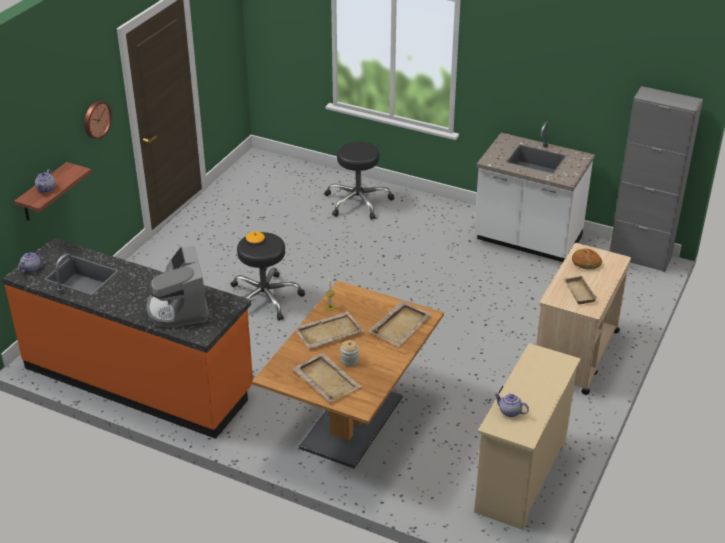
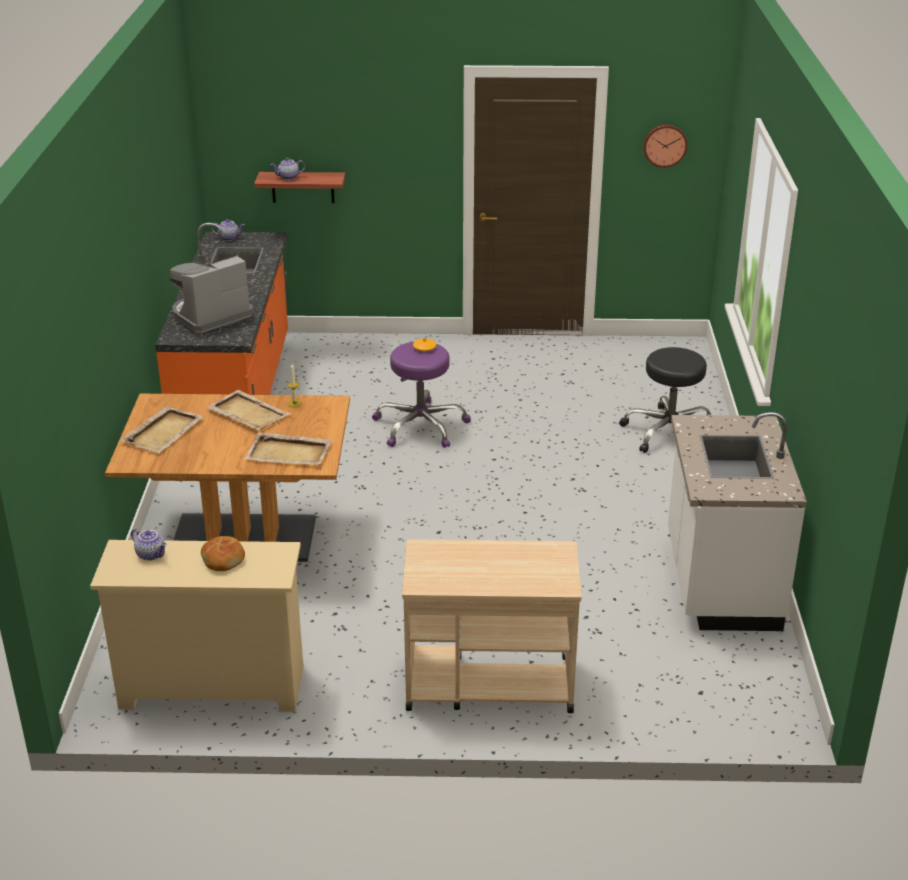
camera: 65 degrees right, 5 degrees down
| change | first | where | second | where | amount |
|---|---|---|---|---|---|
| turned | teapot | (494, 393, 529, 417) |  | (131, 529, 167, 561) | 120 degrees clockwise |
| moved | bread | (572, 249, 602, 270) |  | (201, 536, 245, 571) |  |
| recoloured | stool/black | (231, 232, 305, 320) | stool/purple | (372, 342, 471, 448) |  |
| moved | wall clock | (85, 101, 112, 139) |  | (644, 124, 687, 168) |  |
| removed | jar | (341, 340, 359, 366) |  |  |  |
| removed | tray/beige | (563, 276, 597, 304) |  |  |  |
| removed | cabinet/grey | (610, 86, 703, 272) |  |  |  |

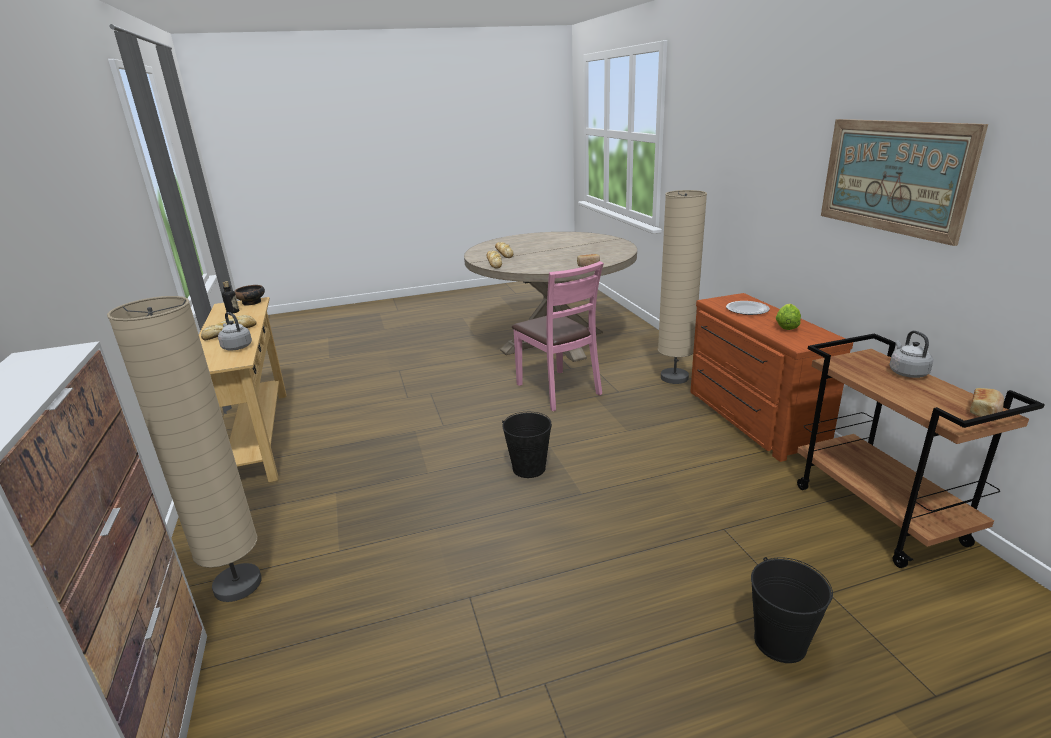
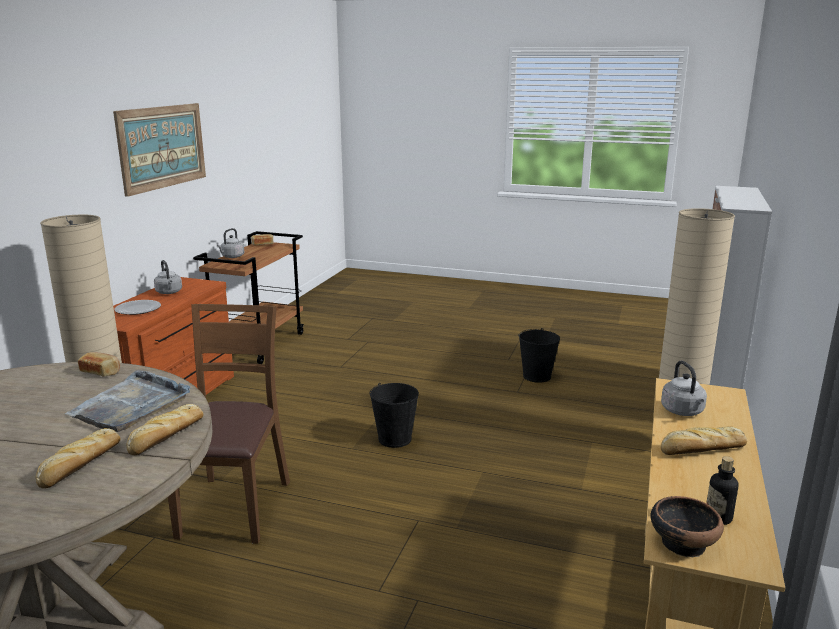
camera: 145 degrees left, 5 degrees down
| change | first | where | second | where | amount |
|---|---|---|---|---|---|
| added |  |  | tray/grey | (65, 370, 190, 432) |  |
| replaced | lettuce | (776, 304, 801, 330) | kettle/grey | (154, 260, 182, 294) |  |
| recoloured | chair/pink | (512, 261, 604, 411) | chair/brown | (168, 304, 290, 544) |  |
| moved | bucket/black | (751, 557, 833, 663) |  | (519, 328, 560, 383) |  |

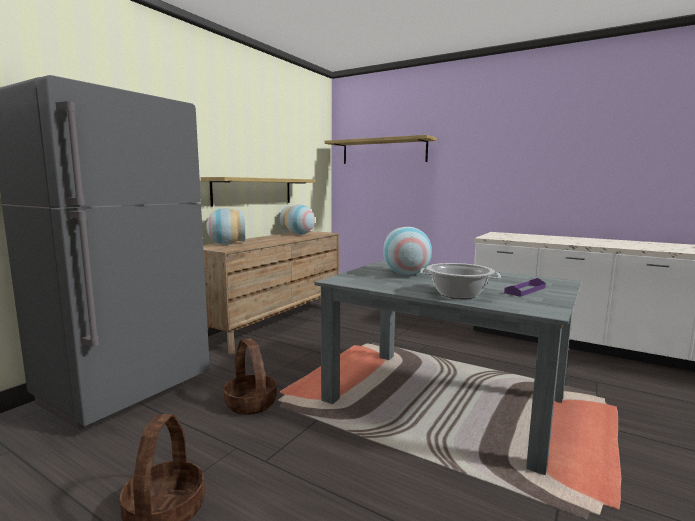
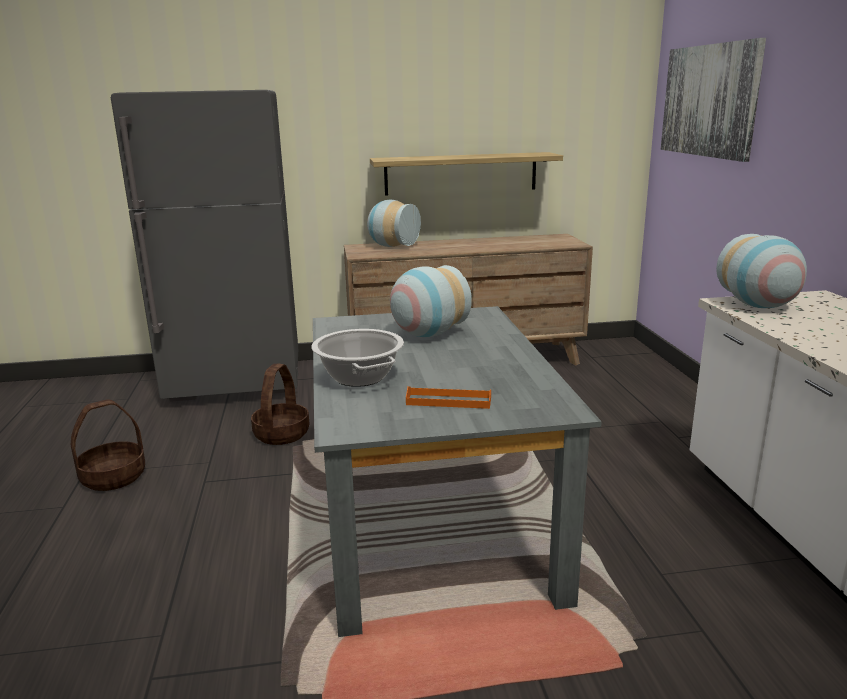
camera: 50 degrees right, 10 degrees up
| change | first | where | second | where | amount |
|---|---|---|---|---|---|
| recoloured | tray/purple | (504, 278, 546, 297) | tray/orange | (406, 386, 491, 409) |  |
| replaced | shelf | (324, 135, 437, 164) | picture | (661, 38, 766, 162) |  |
| moved | vase | (280, 205, 315, 235) |  | (716, 234, 807, 308) |  |

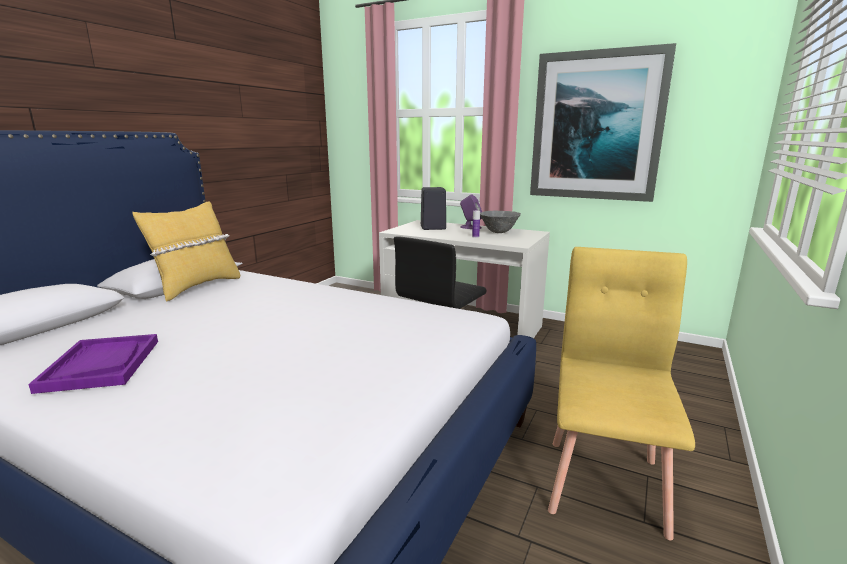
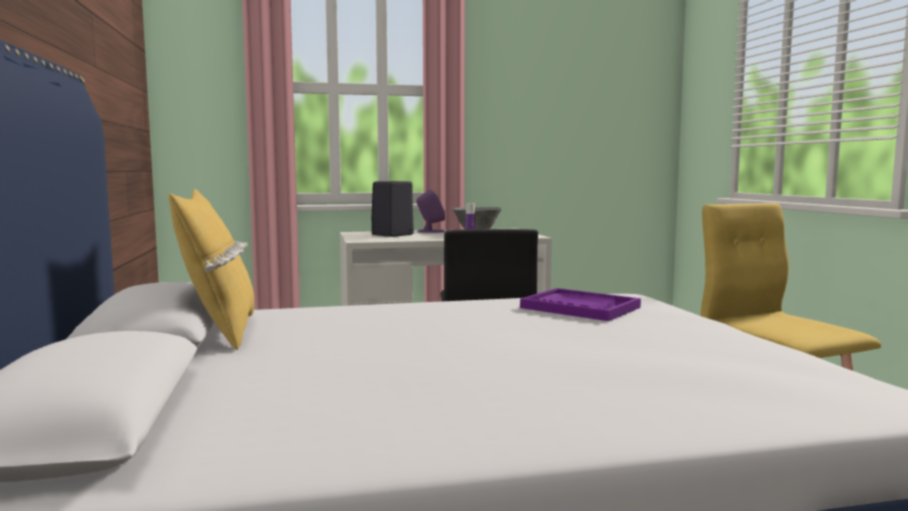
camera: 40 degrees left, 10 degrees down
| change | first | where | second | where | amount |
|---|---|---|---|---|---|
| moved | tray/purple | (28, 334, 158, 394) |  | (520, 288, 641, 321) |  |
| removed | picture | (530, 43, 676, 202) |  |  |  |

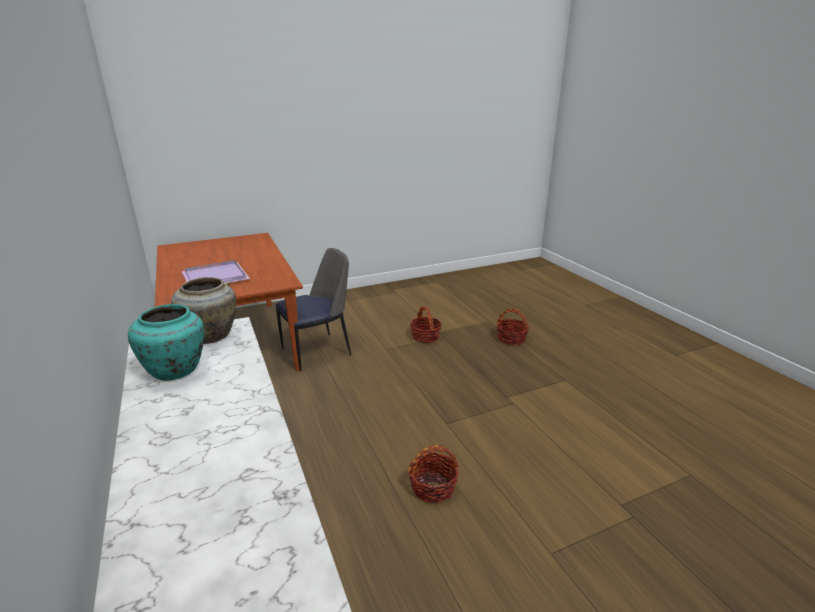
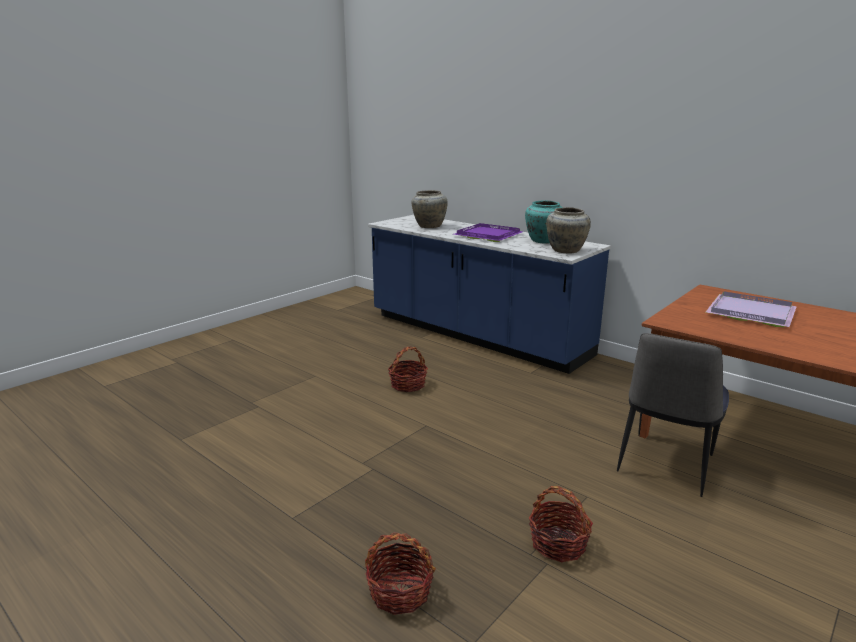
camera: 155 degrees right, 5 degrees down
| change | first | where | second | where | amount |
|---|---|---|---|---|---|
| added |  |  | vase/beige | (412, 190, 448, 228) |  |
| added |  |  | tray/purple | (454, 223, 524, 242) |  |

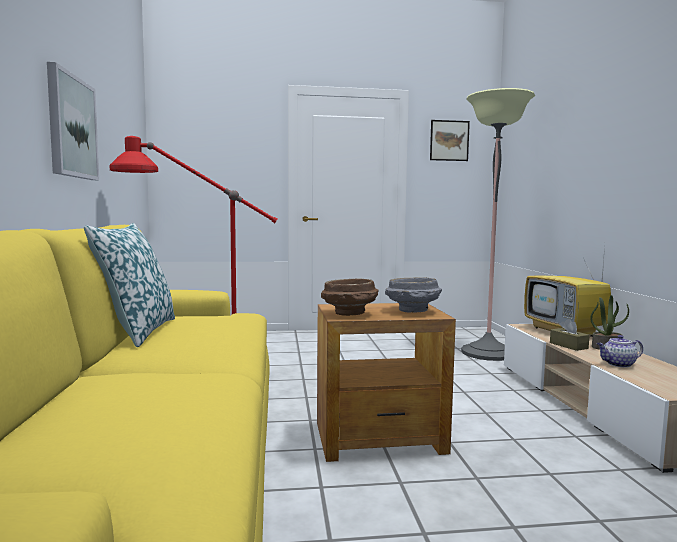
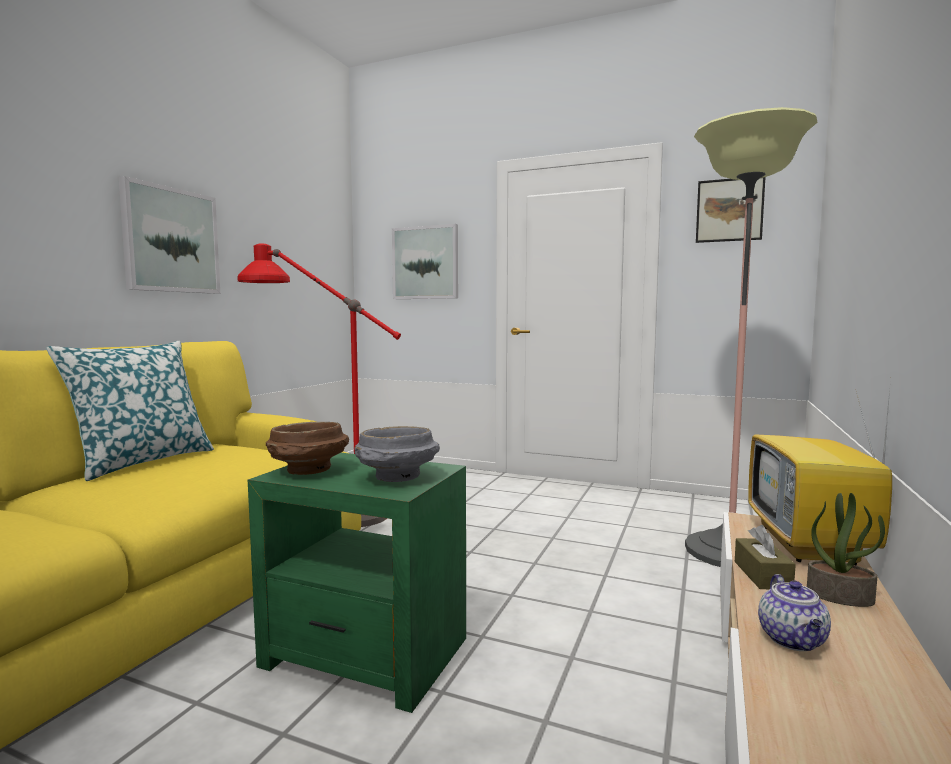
camera: 30 degrees right, 0 degrees up
| change | first | where | second | where | amount |
|---|---|---|---|---|---|
| recoloured | side table/brown | (317, 303, 456, 462) | side table/green | (248, 453, 466, 713) |  |
| added |  |  | picture | (392, 224, 458, 299) |  |
| turned | teapot | (597, 335, 643, 368) |  | (758, 574, 831, 651) | 105 degrees counterclockwise |

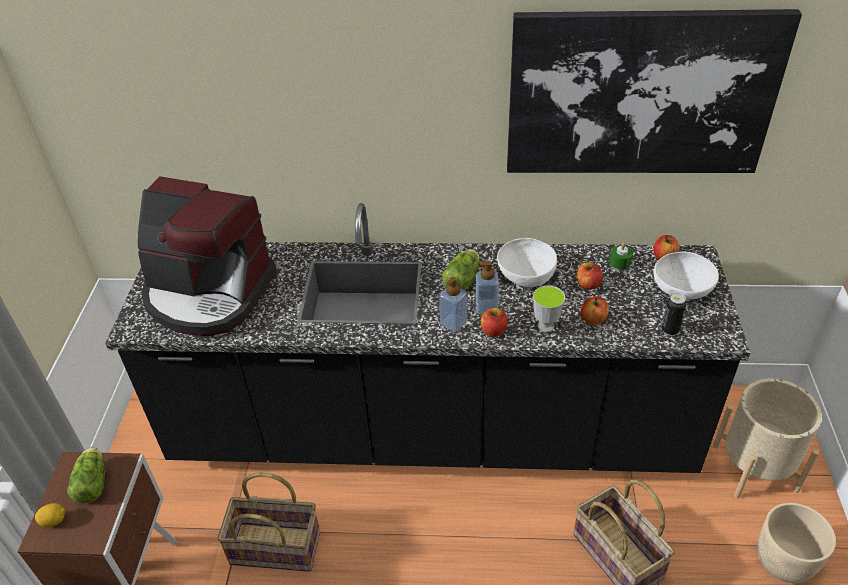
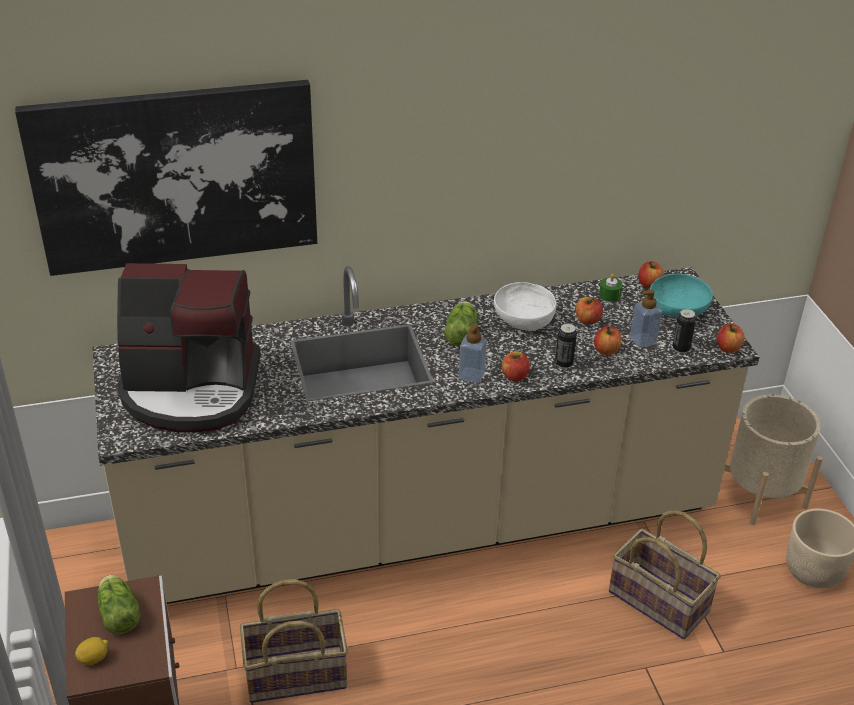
camera: 20 degrees left, 5 degrees down
| change | first | where | second | where | amount |
|---|---|---|---|---|---|
| moved | picture | (507, 9, 802, 173) |  | (15, 80, 317, 276) |  |
| recoloured | counter/black | (105, 203, 751, 473) | counter/beige | (92, 266, 759, 604) |  |
| replaced | cup | (533, 286, 565, 332) | can | (555, 323, 577, 369) |  |
| moved | soap dispenser | (476, 261, 499, 314) |  | (630, 289, 662, 348) |  |
| recoloured | bowl/white | (654, 252, 719, 299) | bowl/turquoise | (650, 274, 713, 318) |  |
| added |  |  | apple | (717, 324, 745, 353) |  |

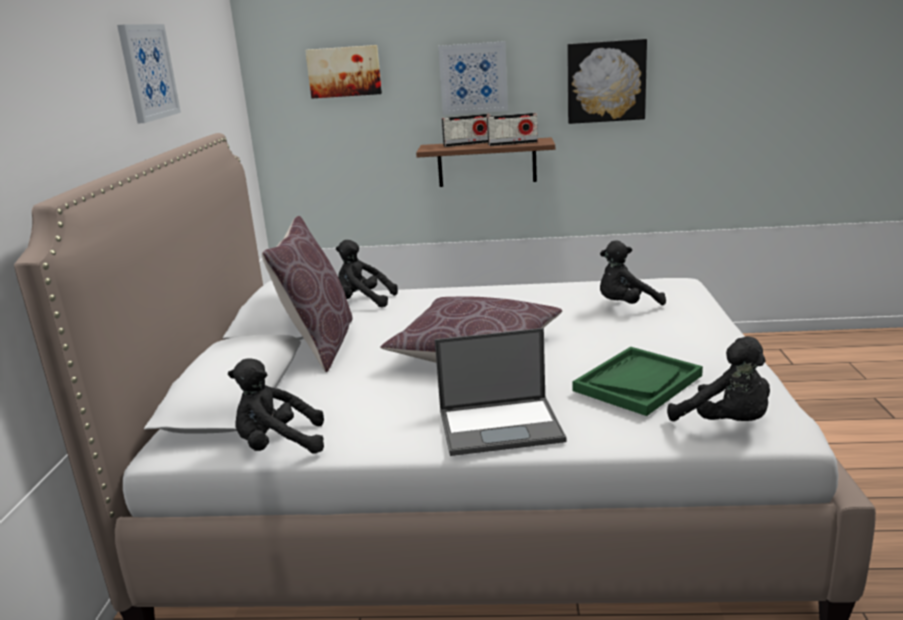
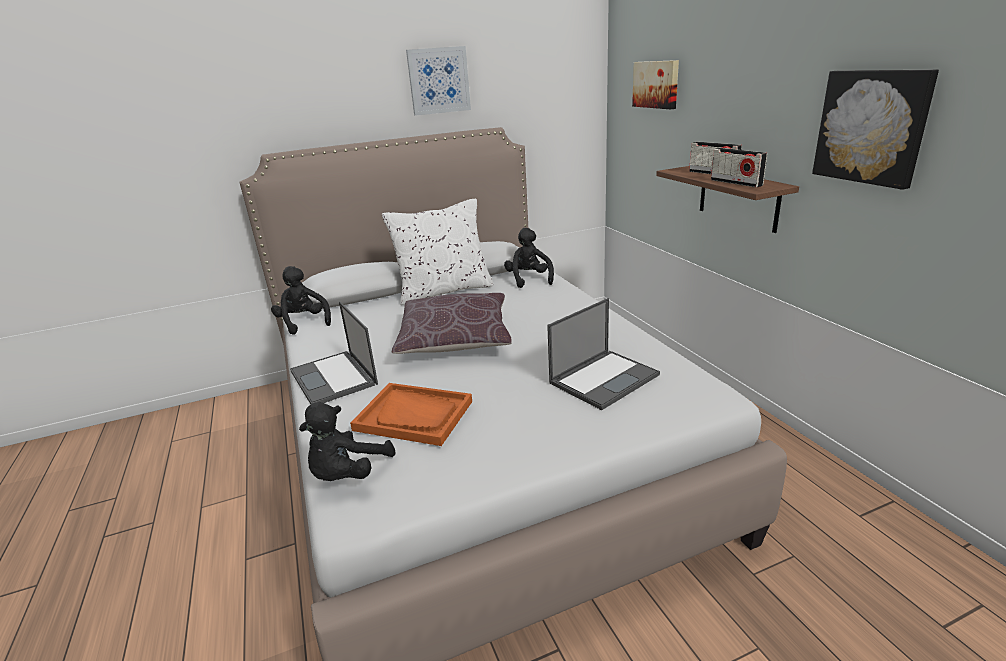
camera: 65 degrees right, 5 degrees up
| change | first | where | second | where | amount |
|---|---|---|---|---|---|
| recoloured | tray/green | (573, 347, 703, 416) | tray/orange | (350, 383, 472, 446) |  |
| recoloured | pillow/brown | (262, 216, 353, 372) | pillow/white | (382, 199, 494, 305) |  |
| replaced | plush toy/black | (600, 240, 666, 305) | laptop | (547, 298, 660, 410) |  |
| removed | picture | (438, 41, 508, 115) |  |  |  |

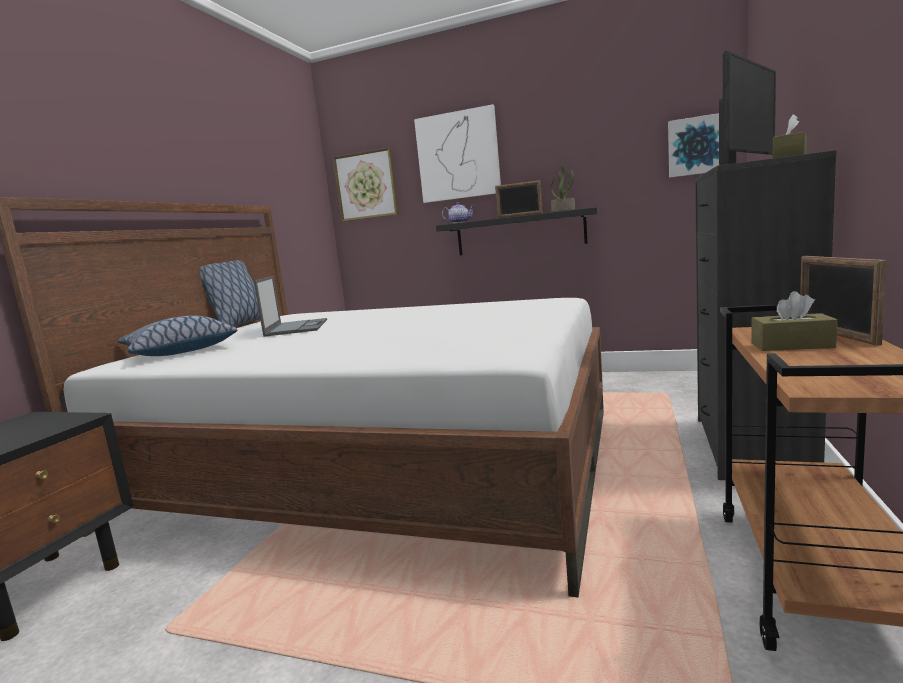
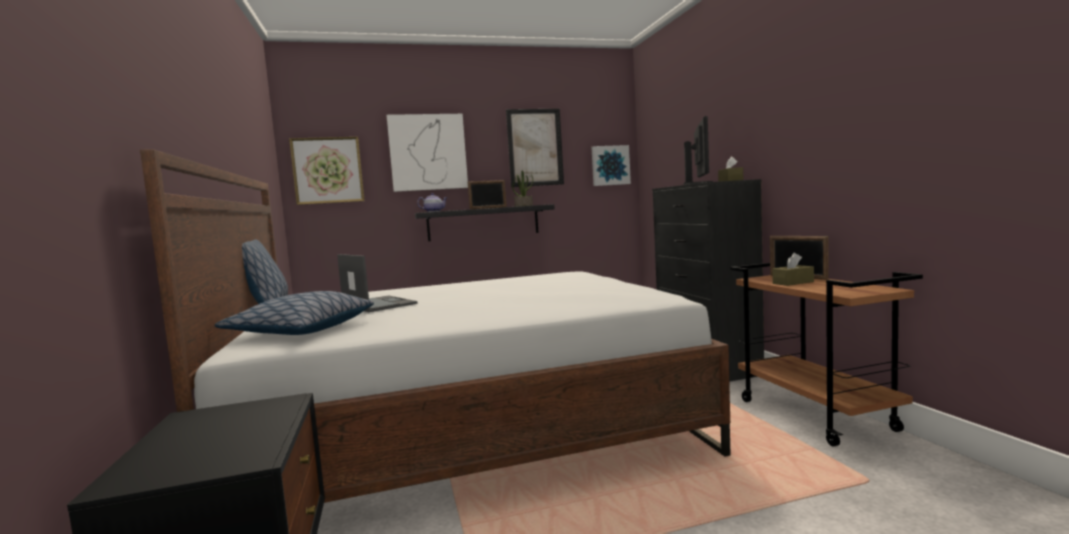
camera: 35 degrees left, 5 degrees down
| change | first | where | second | where | amount |
|---|---|---|---|---|---|
| added |  |  | picture | (506, 109, 564, 187) |  |

